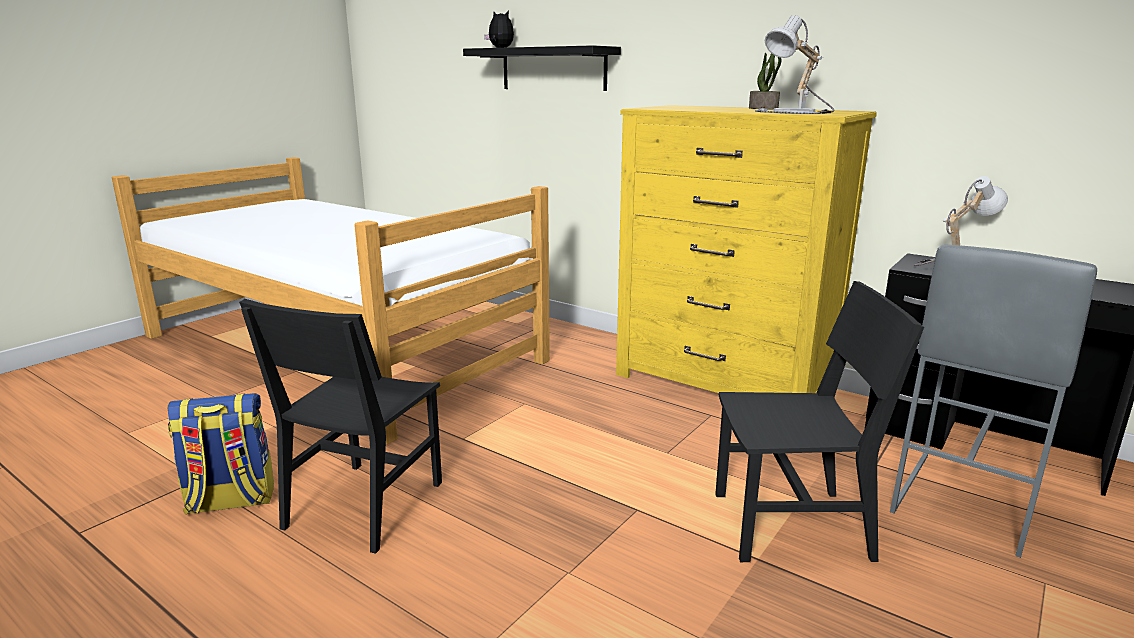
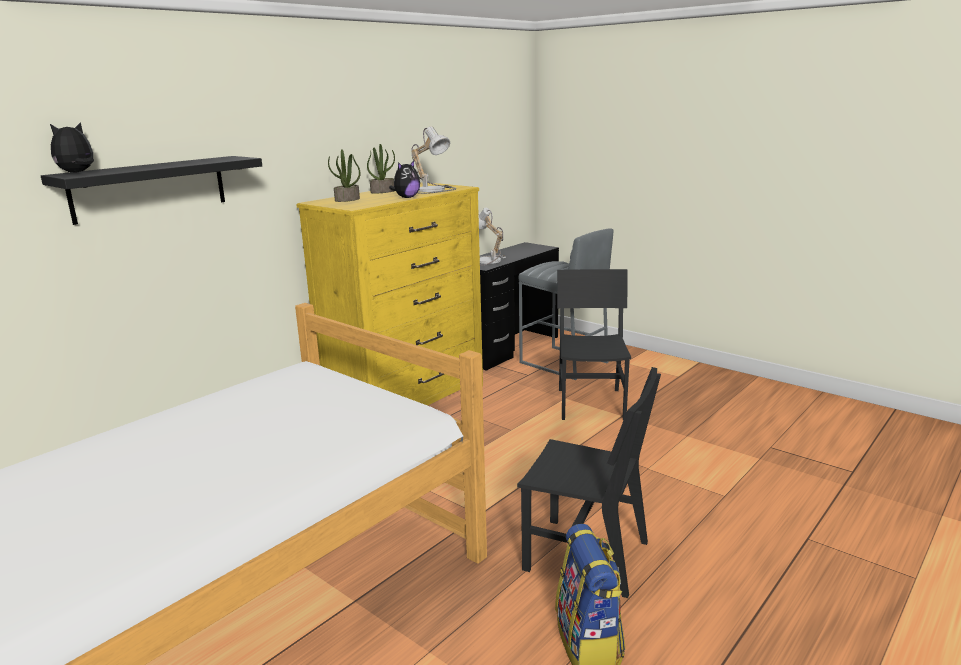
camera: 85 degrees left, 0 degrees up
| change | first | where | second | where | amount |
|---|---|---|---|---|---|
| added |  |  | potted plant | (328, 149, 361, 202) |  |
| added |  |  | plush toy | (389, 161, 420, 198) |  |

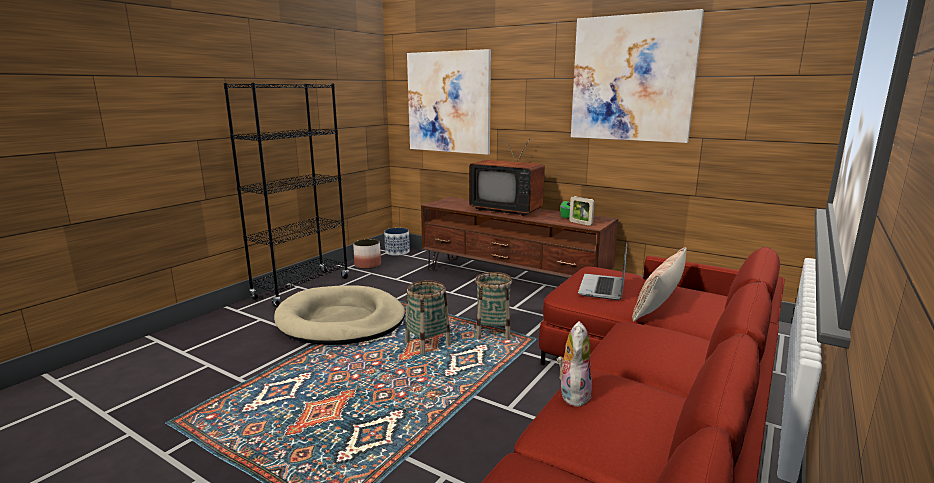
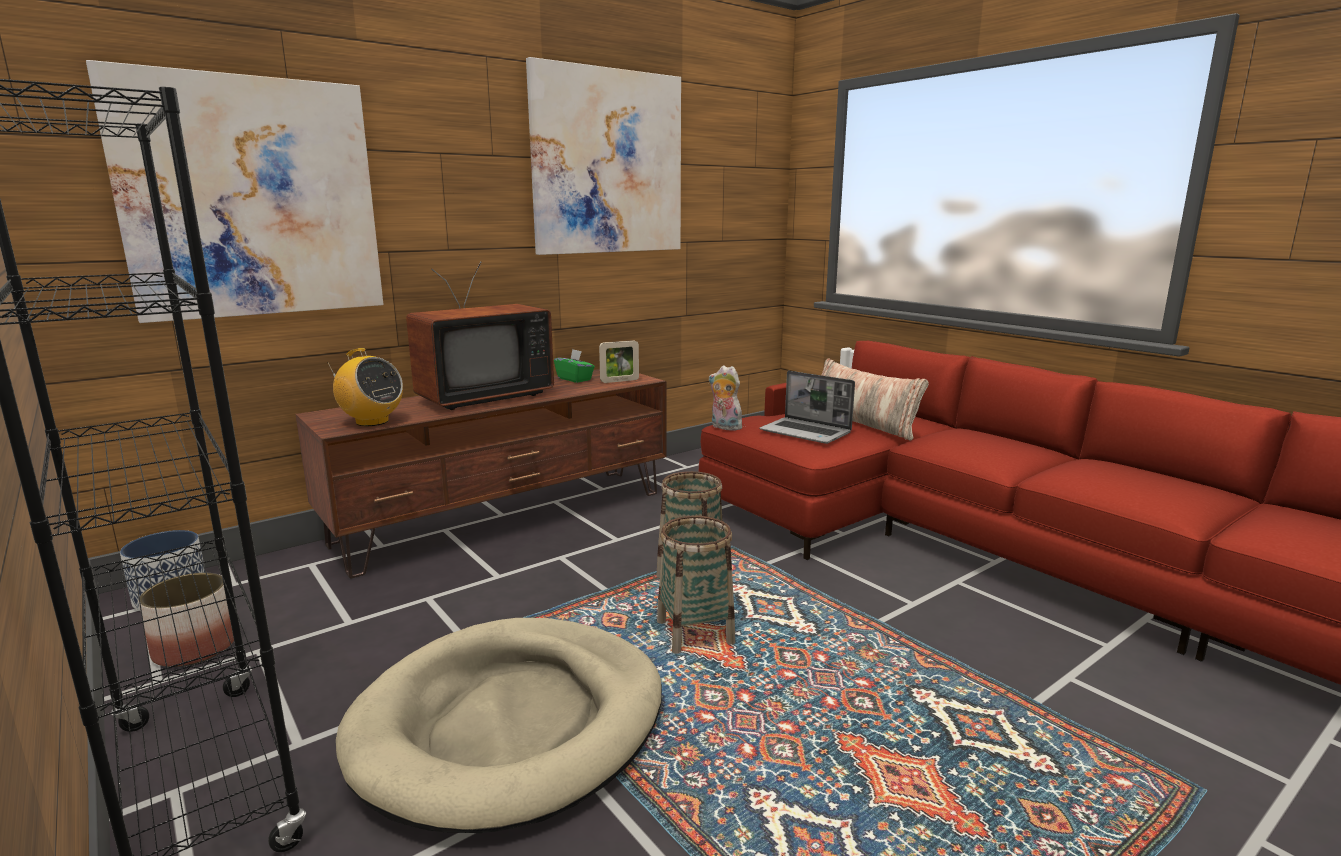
camera: 70 degrees left, 0 degrees up
| change | first | where | second | where | amount |
|---|---|---|---|---|---|
| added |  |  | radio | (327, 348, 403, 426) |  |
| moved | plush toy | (557, 321, 592, 408) |  | (709, 366, 745, 431) |  |

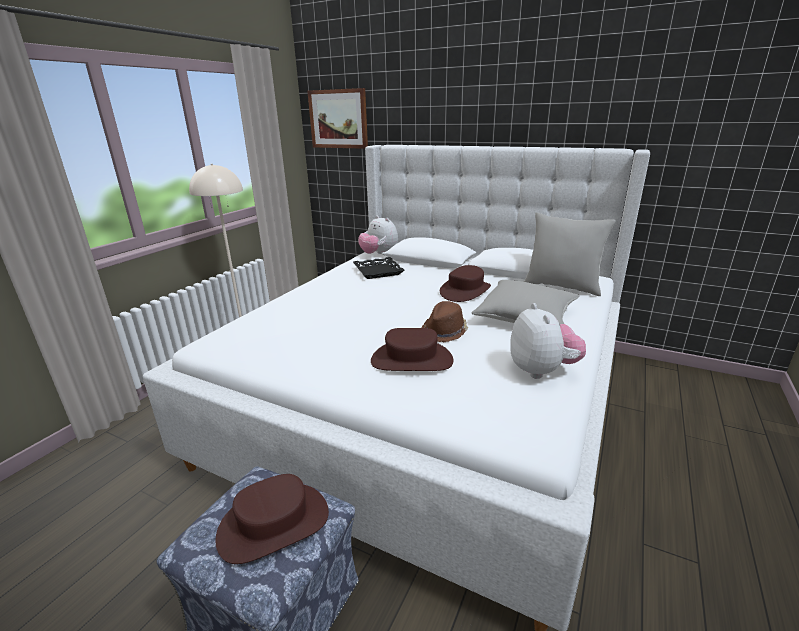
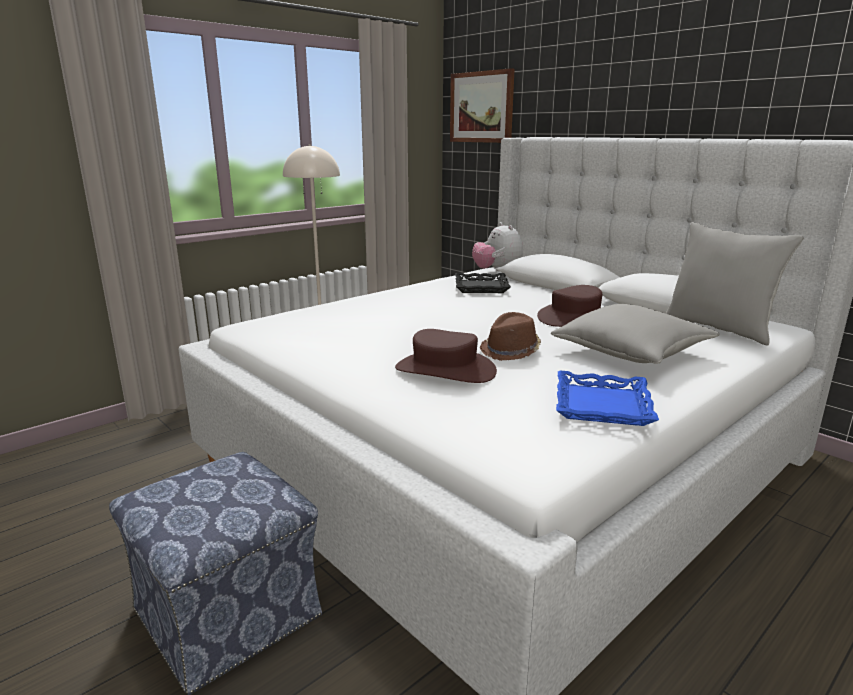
camera: 20 degrees right, 5 degrees down
| change | first | where | second | where | amount |
|---|---|---|---|---|---|
| replaced | plush toy | (510, 303, 586, 379) | tray/blue | (556, 371, 659, 426) |  |
| removed | hat/brown | (216, 474, 329, 564) |  |  |  |

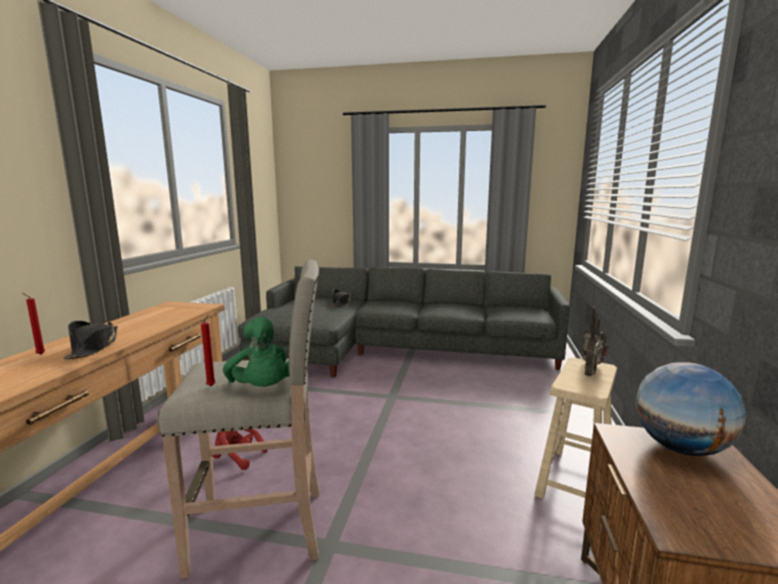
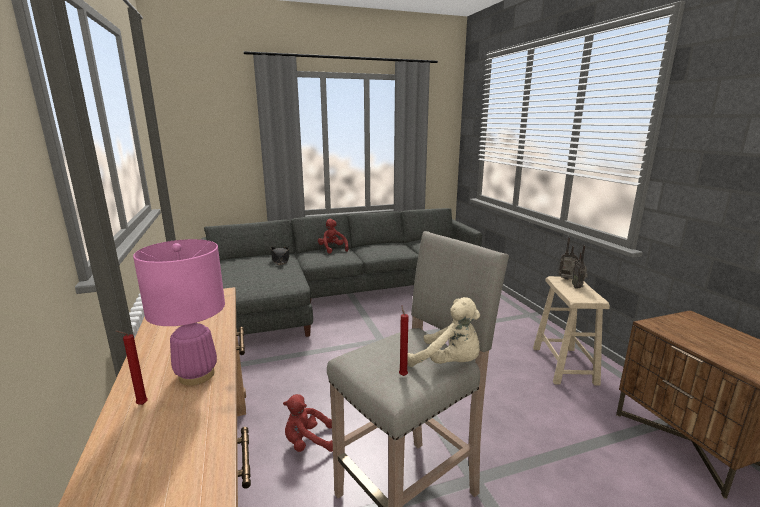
camera: 30 degrees left, 5 degrees up
| change | first | where | second | where | amount |
|---|---|---|---|---|---|
| replaced | hat/black | (63, 321, 118, 359) | table lamp/pink | (133, 239, 225, 385) |  |
| added |  |  | plush toy/red | (318, 219, 348, 254) |  |
| recoloured | plush toy/green | (223, 317, 289, 387) | plush toy/beige | (407, 297, 480, 367) |  |
| removed | globe | (636, 362, 746, 456) |  |  |  |

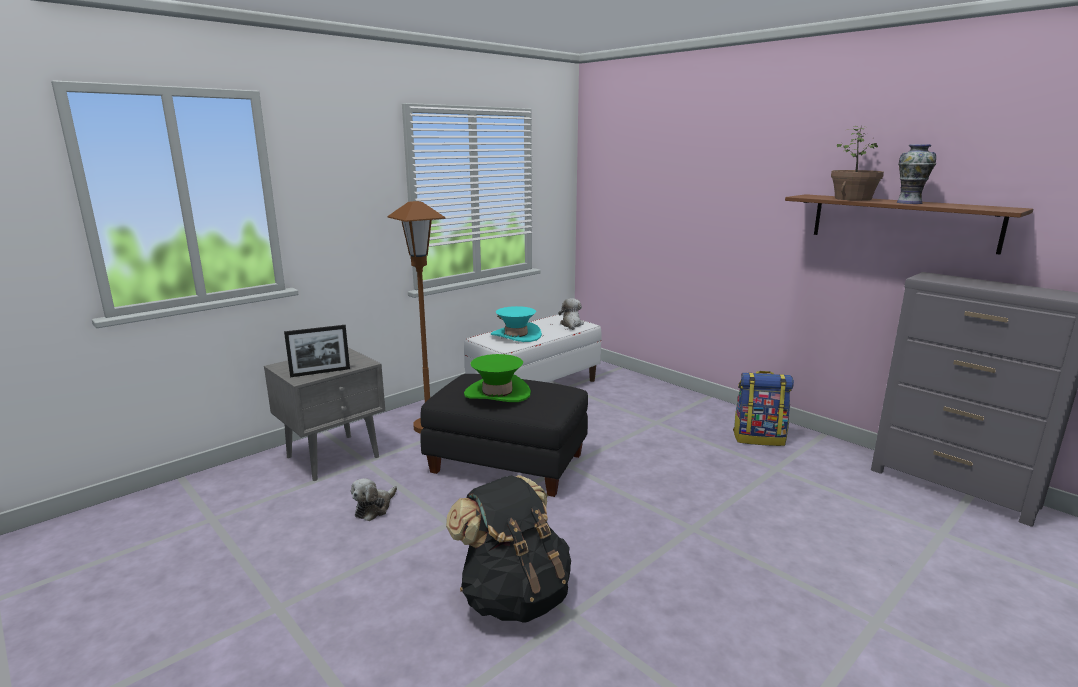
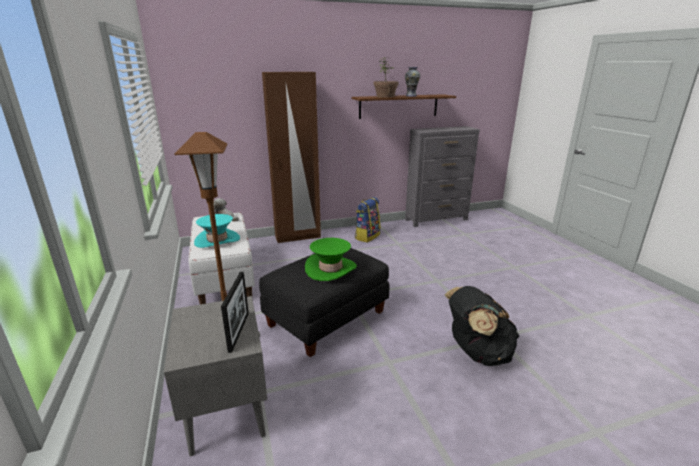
camera: 65 degrees left, 5 degrees up
| change | first | where | second | where | amount |
|---|---|---|---|---|---|
| added |  |  | wardrobe/brown | (262, 72, 321, 243) |  |
| removed | plush toy | (351, 478, 397, 521) |  |  |  |

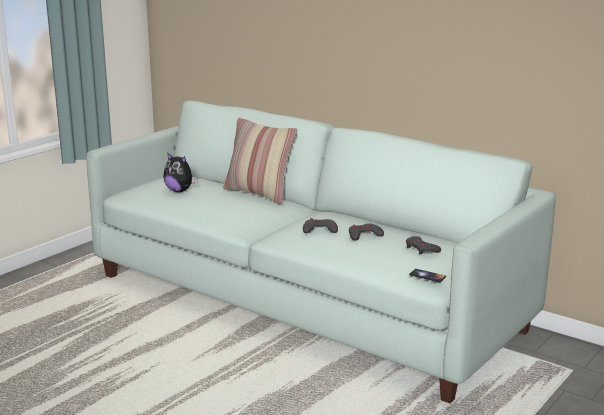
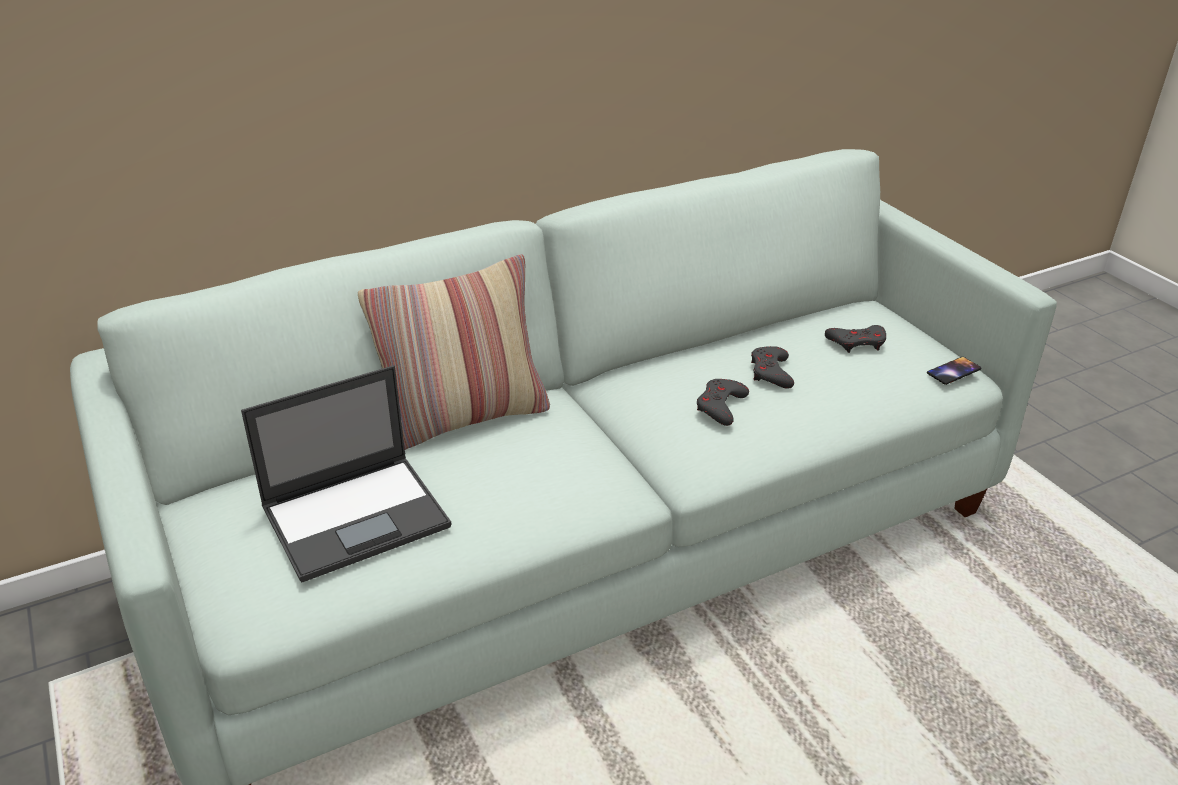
camera: 65 degrees left, 15 degrees up
| change | first | where | second | where | amount |
|---|---|---|---|---|---|
| replaced | plush toy | (163, 152, 198, 192) | laptop | (241, 365, 451, 582) |  |

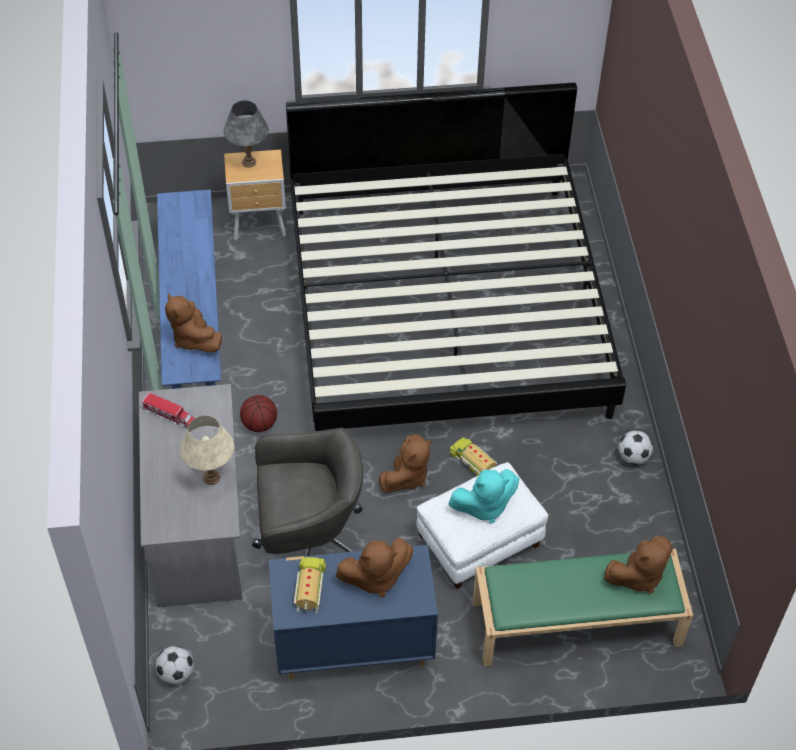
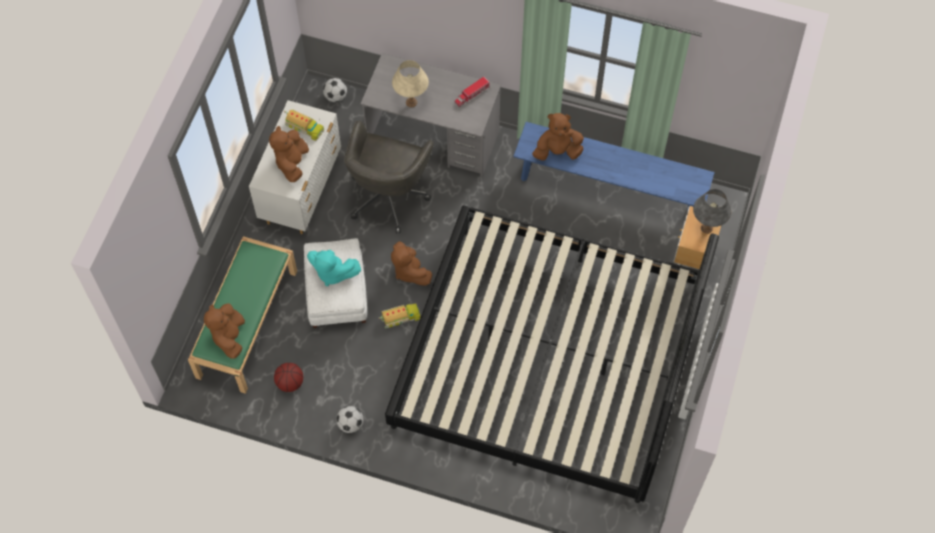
camera: 115 degrees right, 10 degrees up
| change | first | where | second | where | amount |
|---|---|---|---|---|---|
| recoloured | dresser/blue | (268, 545, 438, 680) | dresser/white | (249, 100, 341, 234) |  |
| moved | basketball | (240, 395, 277, 432) |  | (274, 363, 303, 392) |  |
| turned | plush toy/turquoise | (449, 469, 519, 524) |  | (307, 250, 361, 286) | 75 degrees counterclockwise |

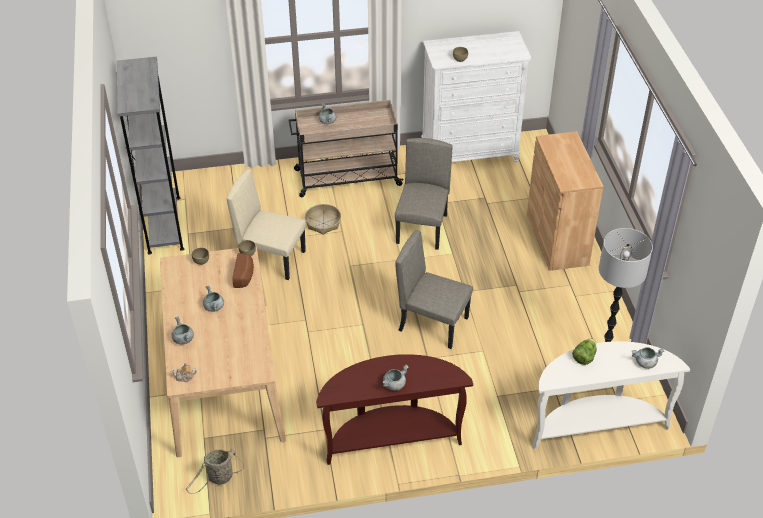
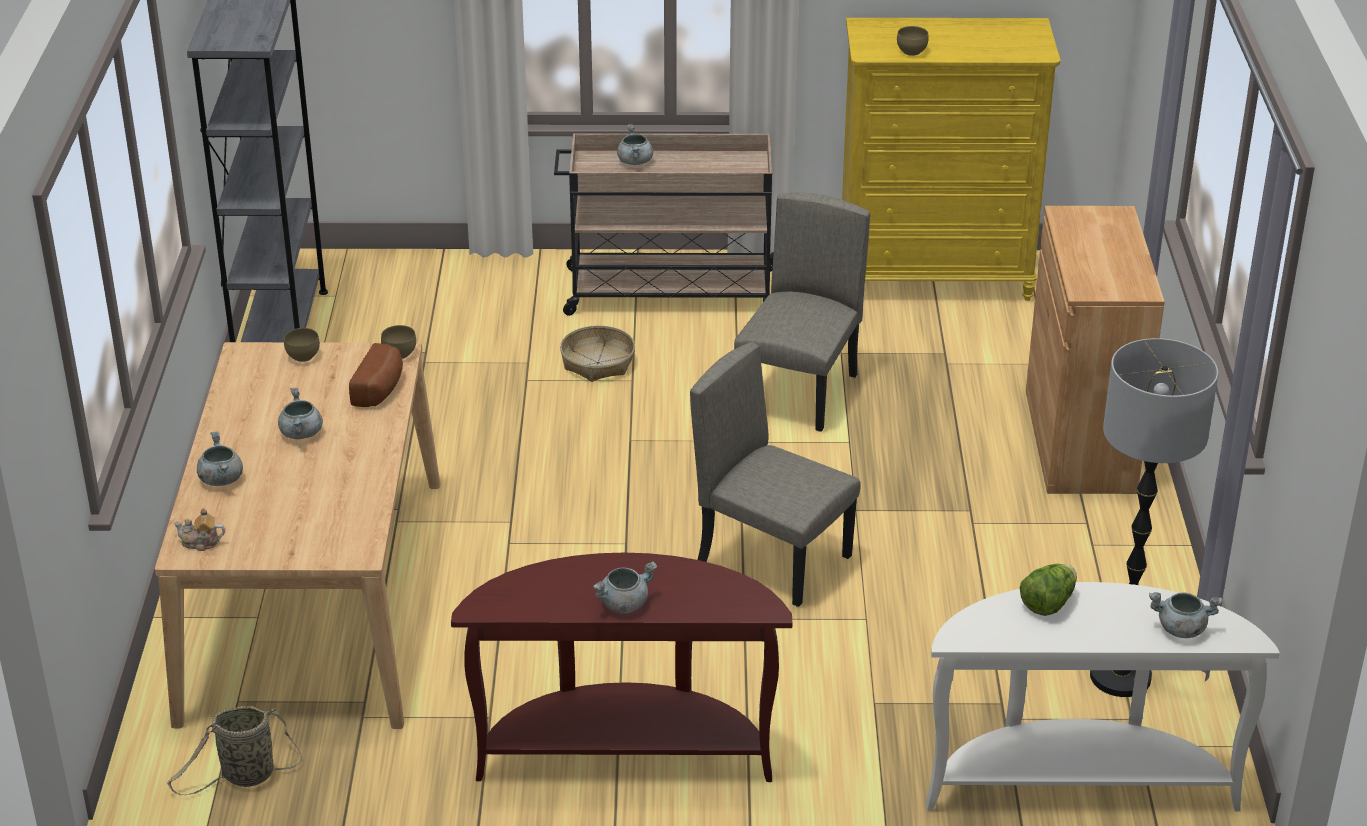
camera: 10 degrees right, 10 degrees down
| change | first | where | second | where | amount |
|---|---|---|---|---|---|
| recoloured | dresser/white | (421, 31, 531, 163) | dresser/yellow | (842, 18, 1060, 301) |  |
| removed | chair/beige | (227, 169, 306, 280) |  |  |  |

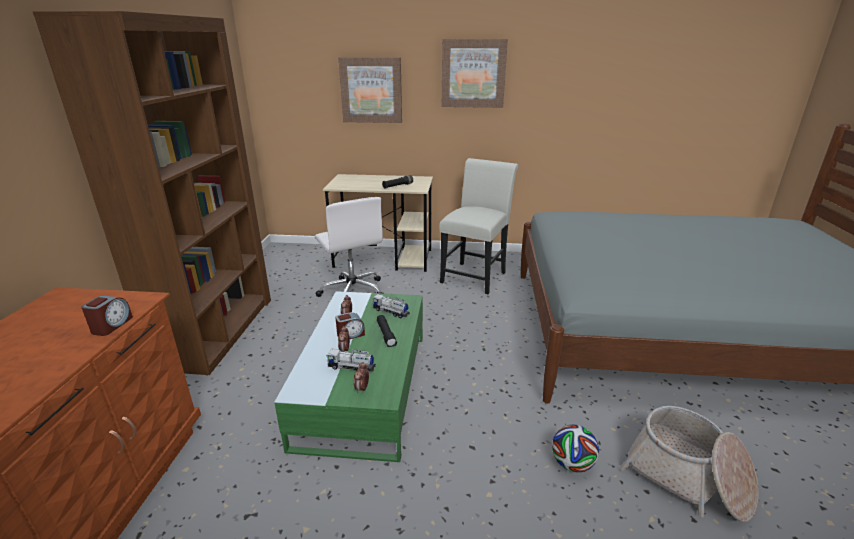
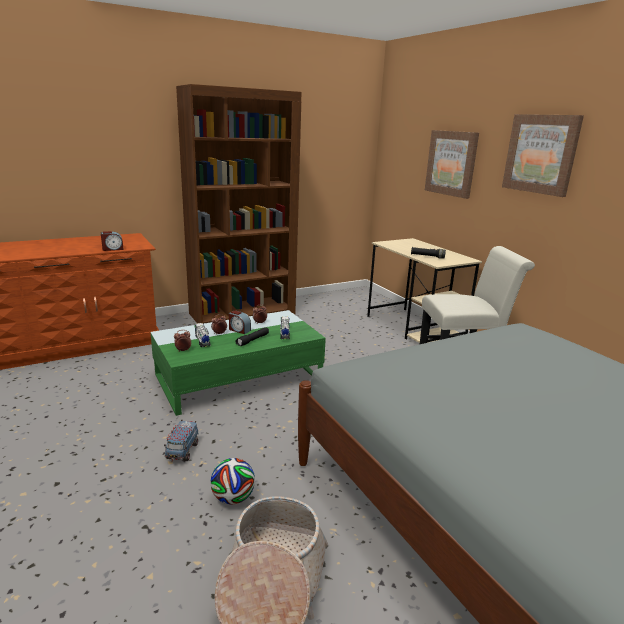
camera: 55 degrees right, 5 degrees down
| change | first | where | second | where | amount |
|---|---|---|---|---|---|
| added |  |  | toy truck | (164, 419, 199, 461) |  |
| removed | office chair/white | (315, 197, 383, 297) |  |  |  |

